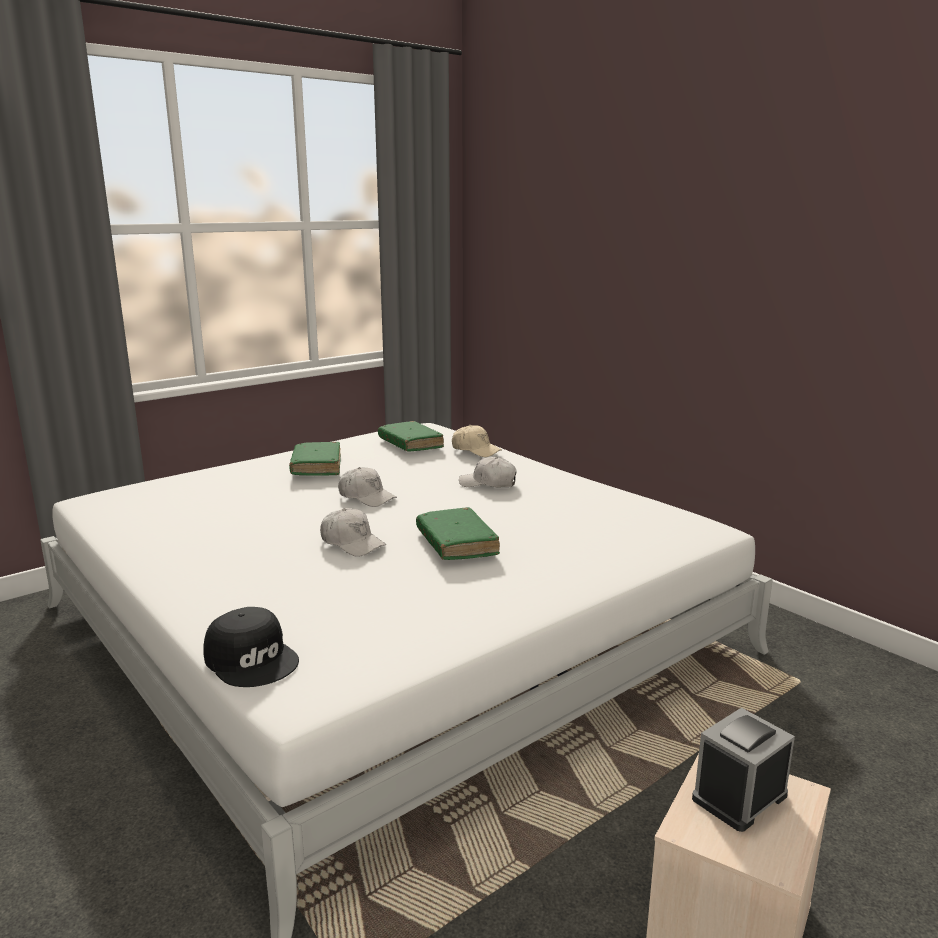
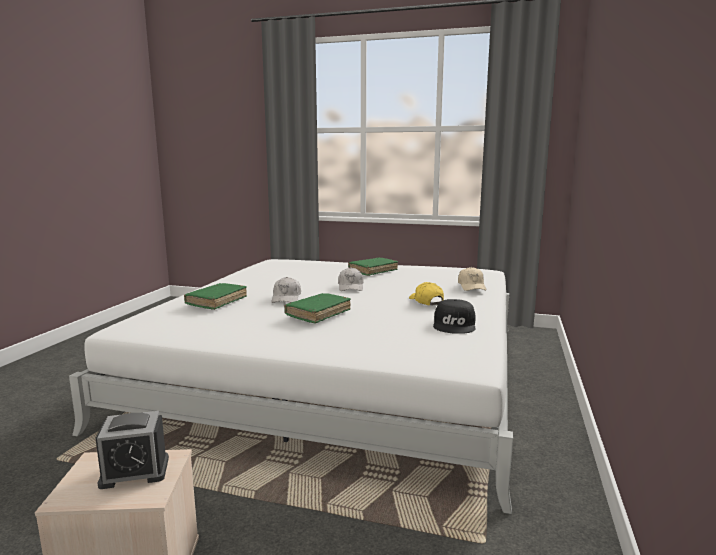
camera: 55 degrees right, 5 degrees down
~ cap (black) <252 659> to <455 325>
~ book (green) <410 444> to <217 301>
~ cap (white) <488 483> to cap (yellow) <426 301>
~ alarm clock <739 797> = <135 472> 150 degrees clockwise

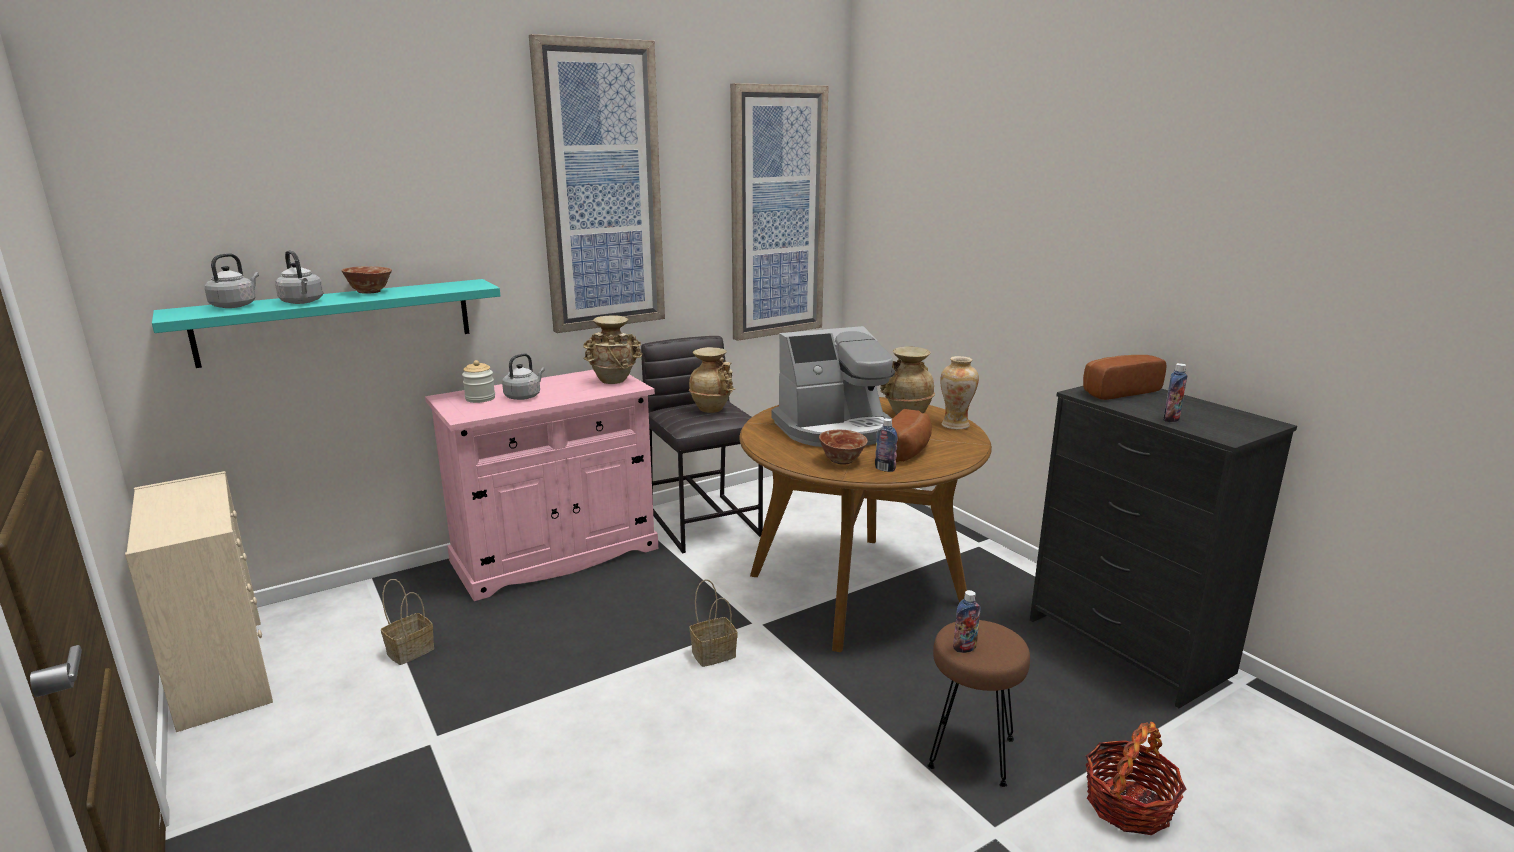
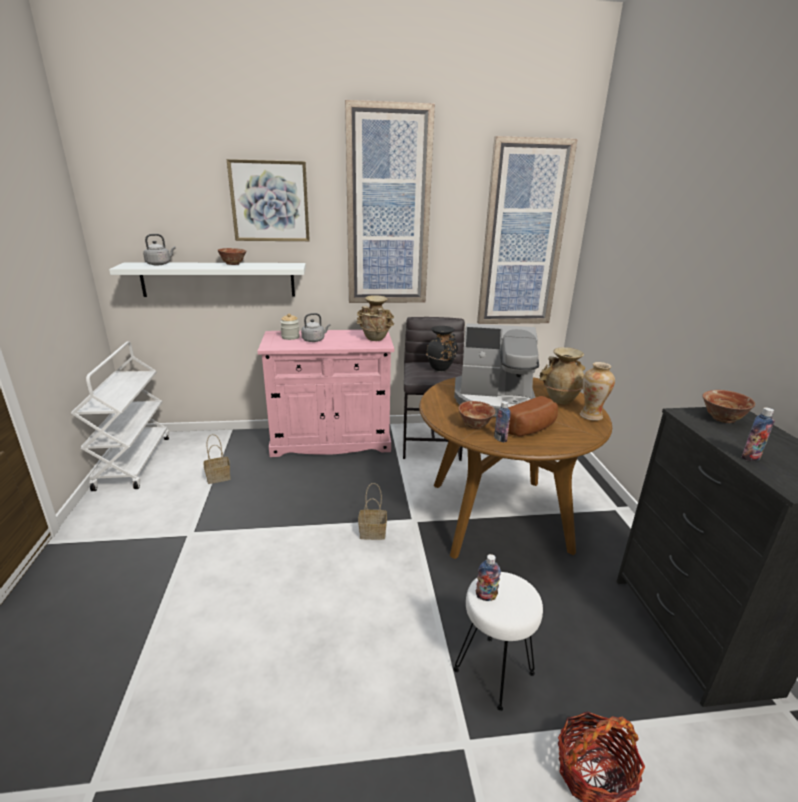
camera: 25 degrees right, 5 degrees up
~ dresser (beige) <222 671> to cart (white) <133 461>
~ shelf (turquoise) <337 321> to shelf (white) <218 279>
- kettle (grey) <303 302>
~ vase (beige) <712 408> to vase (black) <441 368>
~ stool (brown) <970 752> to stool (white) <493 670>
~ bread <1116 391> to bowl <722 419>
+ picture <270 201>

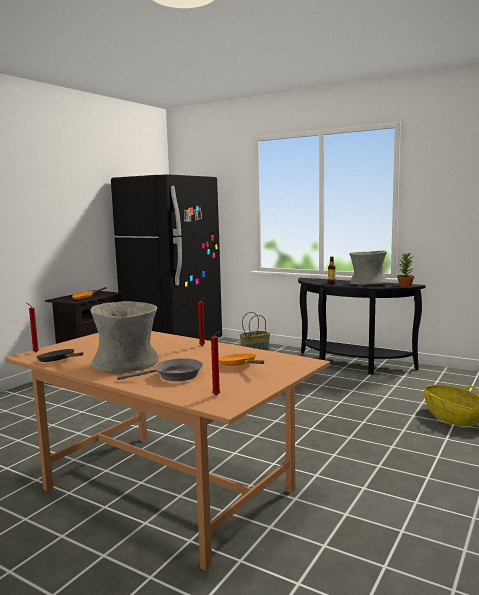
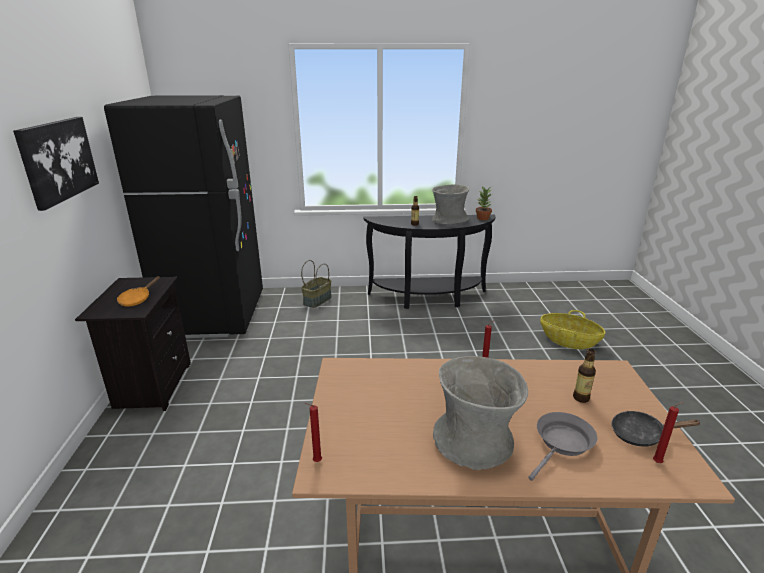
camera: 35 degrees left, 15 degrees up
~ frying pan (black) <59 361> to <641 434>
~ frying pan (orange) <239 366> to bottle <581 398>
+ picture <58 160>

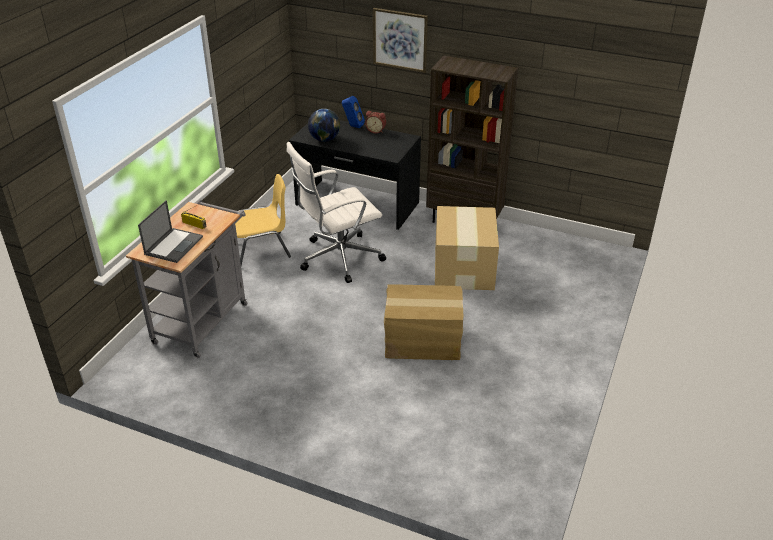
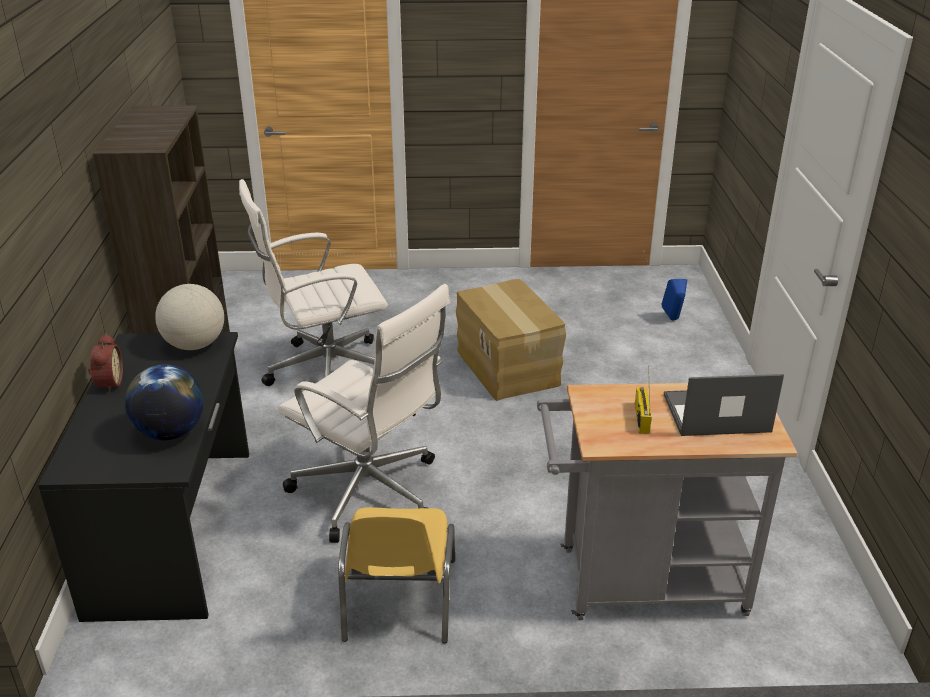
camera: 115 degrees left, 5 degrees down
~ chair (yellow) <261 249> = <398 601> 135 degrees counterclockwise
~ speaker (blue) <353 126> to <673 319>
- picture <400 39>
~ cardboard box <464 267> to office chair (white) <325 371>
+ globe <194 345>

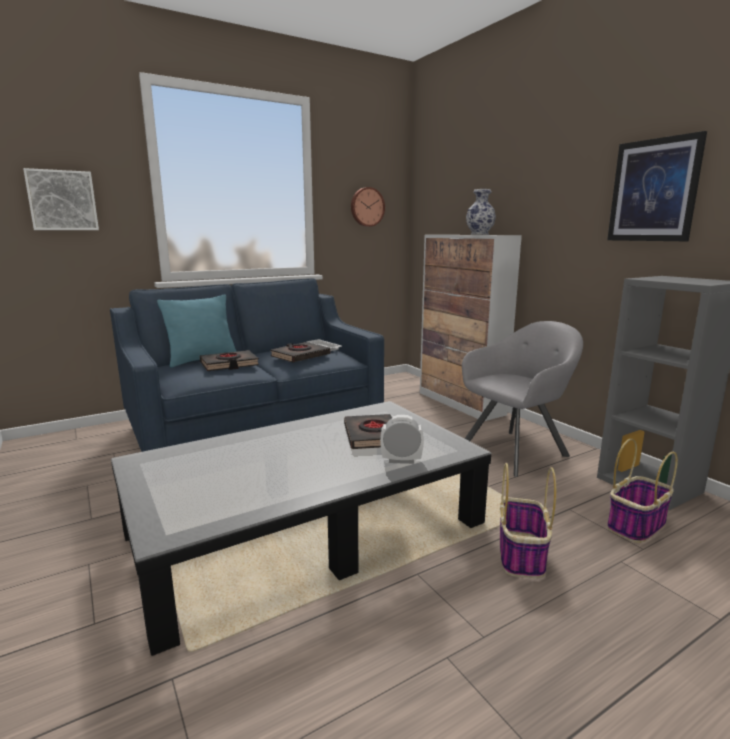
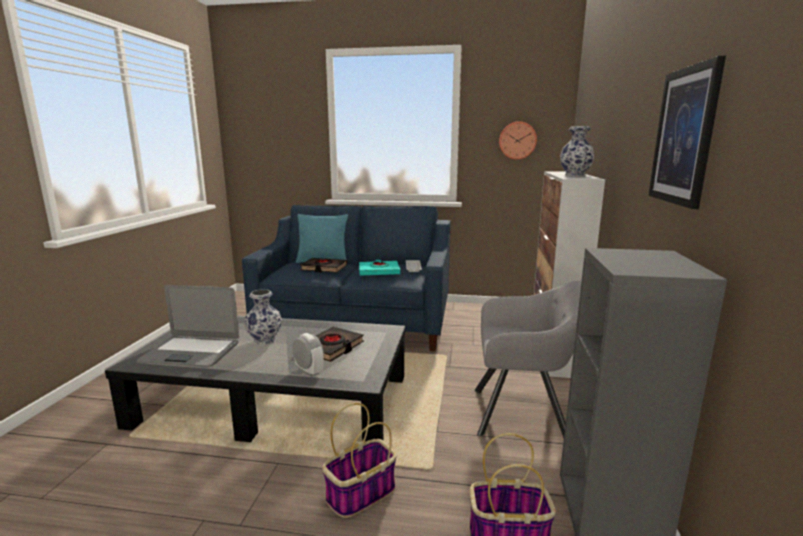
camera: 40 degrees right, 0 degrees up
- picture <62 200>
~ book (black) <300 356> to book (turquoise) <379 271>
+ laptop <191 352>
+ vase <265 340>

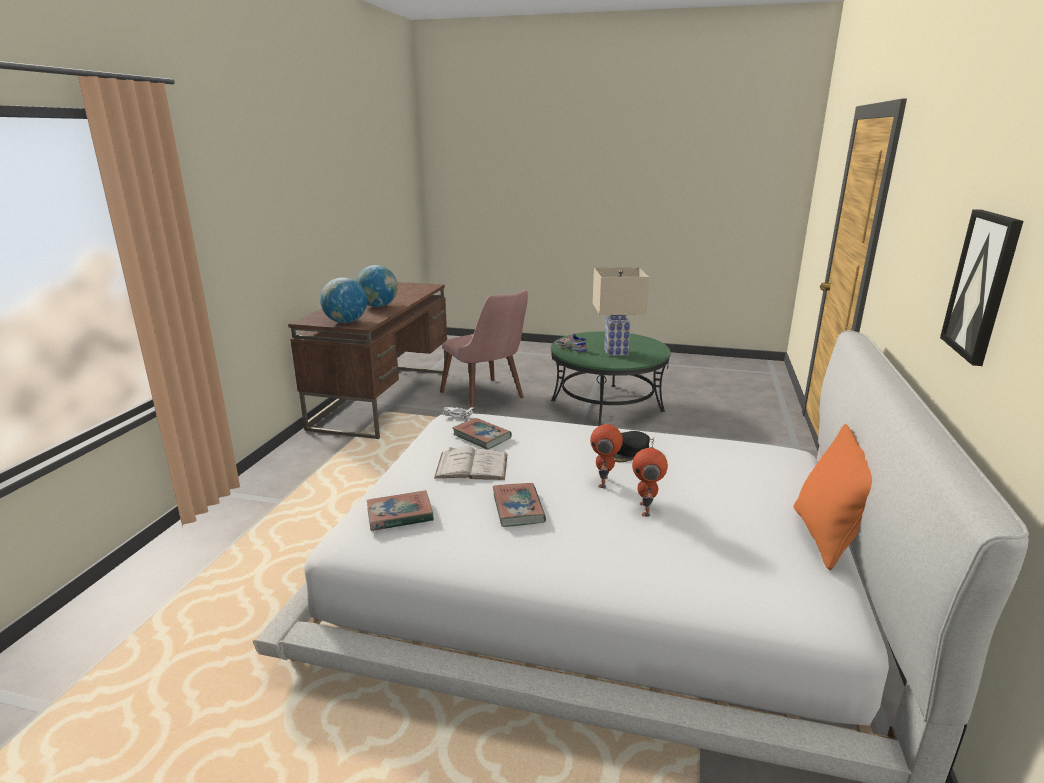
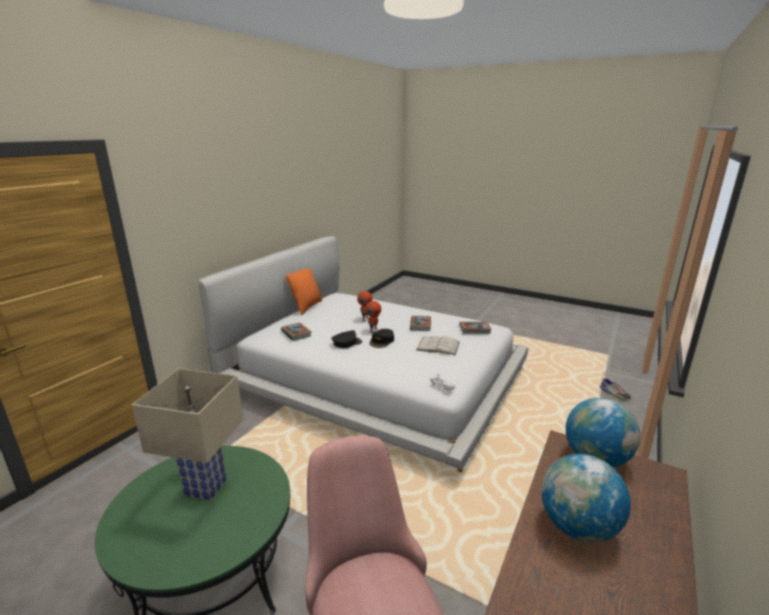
camera: 165 degrees left, 0 degrees up
~ book <481 436> to <296 333>
~ shoe <571 348> to <614 394>
- picture <982 285>
+ cap (black) <382 341>

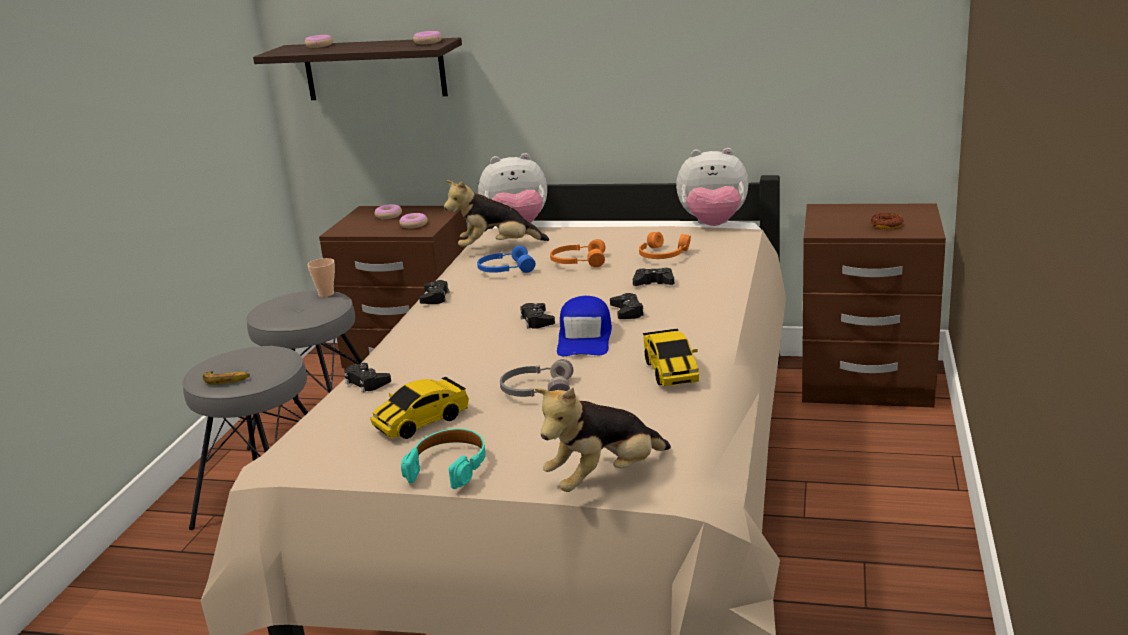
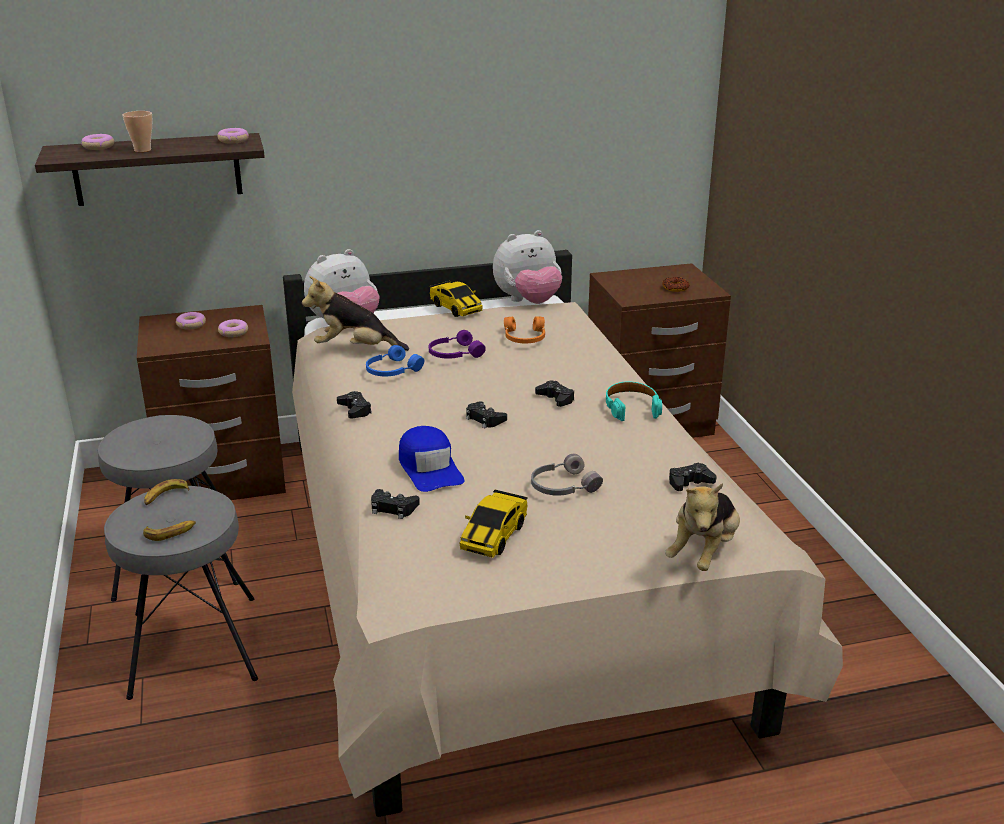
camera: 30 degrees left, 5 degrees up
~ cup <326 294> to <142 150>
~ headphones (turquoise) <449 466> to <631 407>
~ plush toy <496 248> = <355 349> 45 degrees clockwise
~ headphones (orange) <578 262> to headphones (purple) <454 354>
~ cap (blue) <585 338> to <429 468>
~ game controller (black) <654 283> to <689 482>
~ toy car <671 371> to <456 308>
+ banana <165 496>

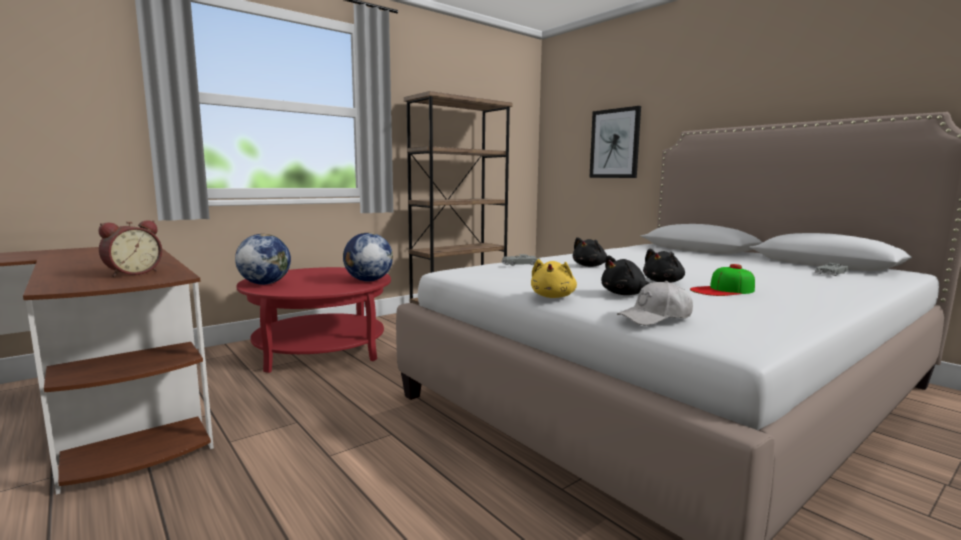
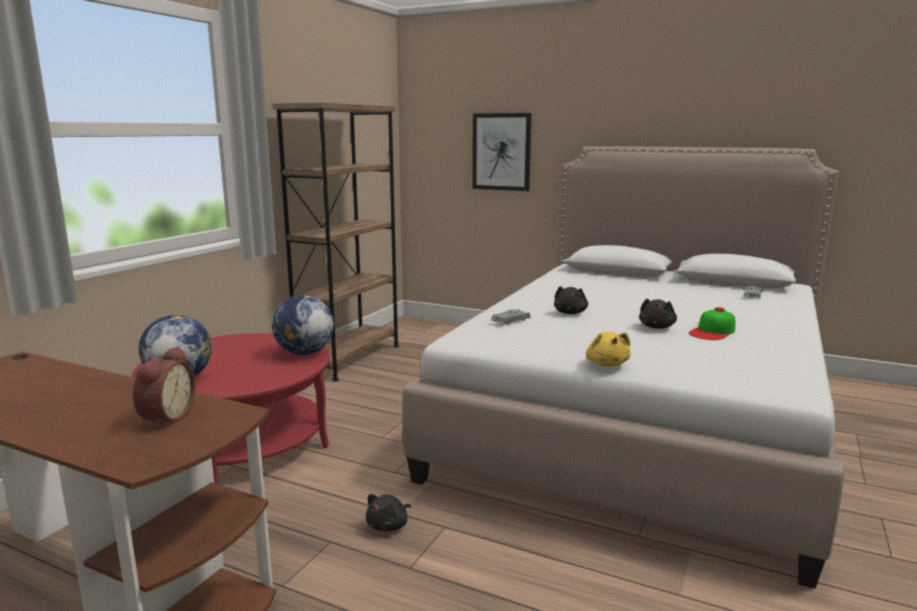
camera: 25 degrees left, 5 degrees up
~ plush toy (black) <625 294> to <389 525>
- cap (white) <655 317>

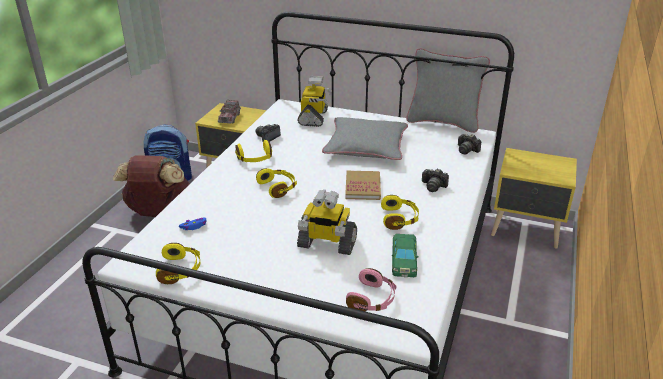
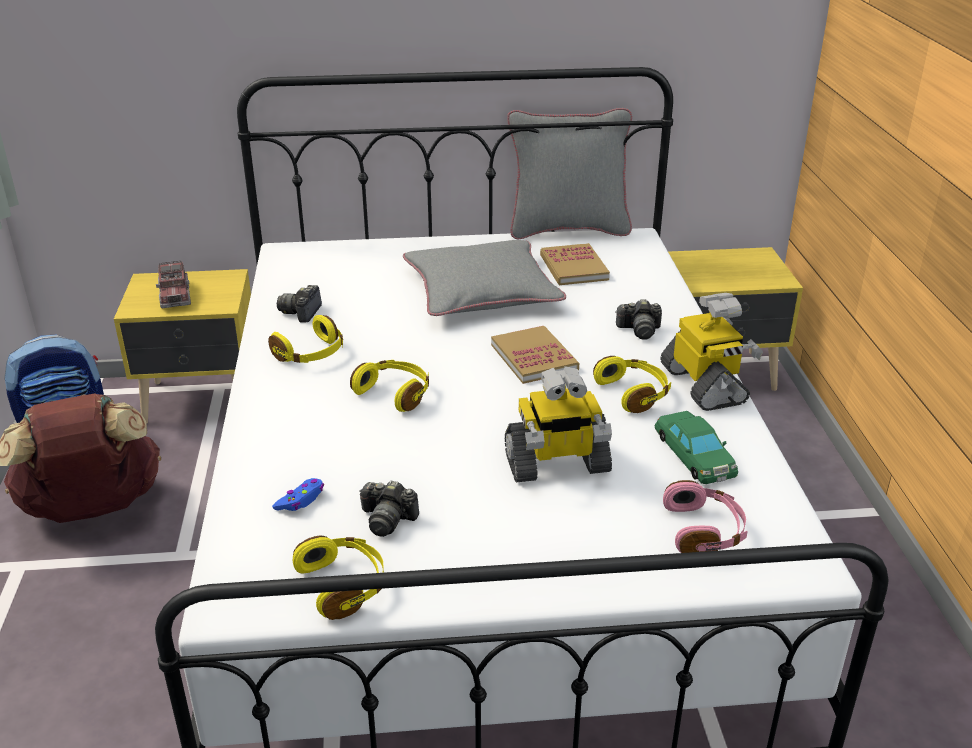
camera: 25 degrees left, 0 degrees up
~ toy robot <314 118> to <705 385>
~ photo camera <467 150> to <387 520>
+ book <573 267>

